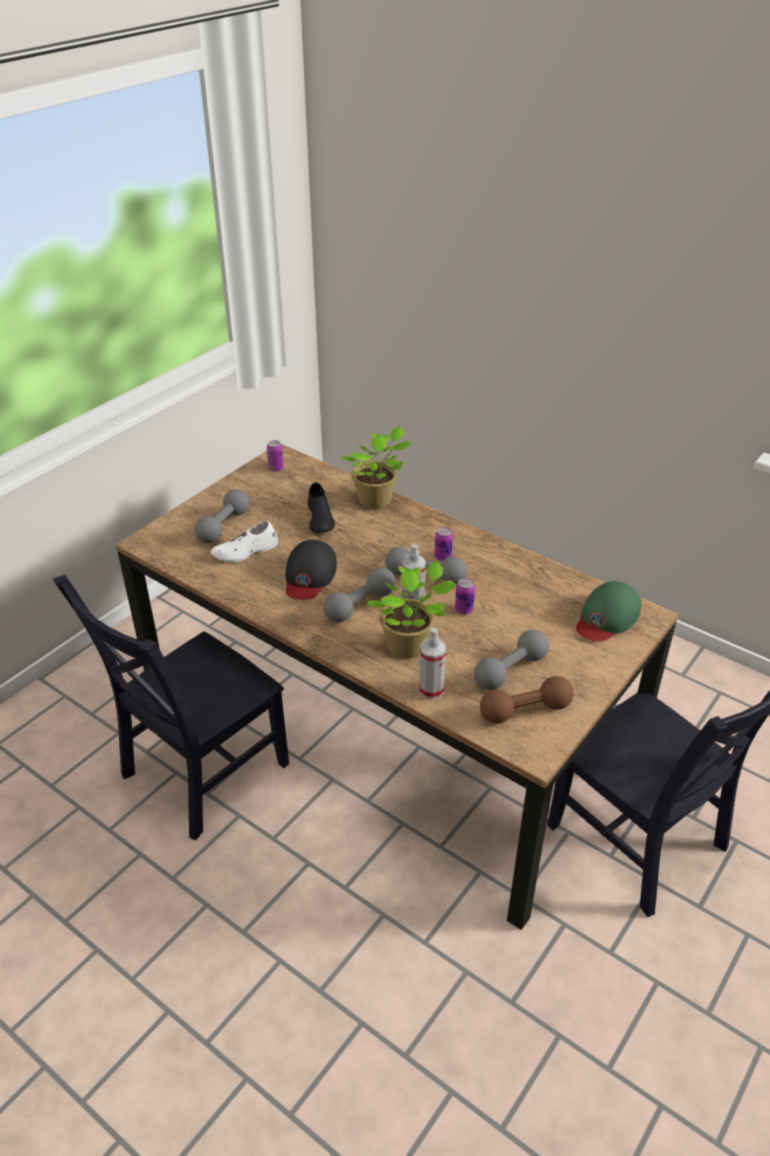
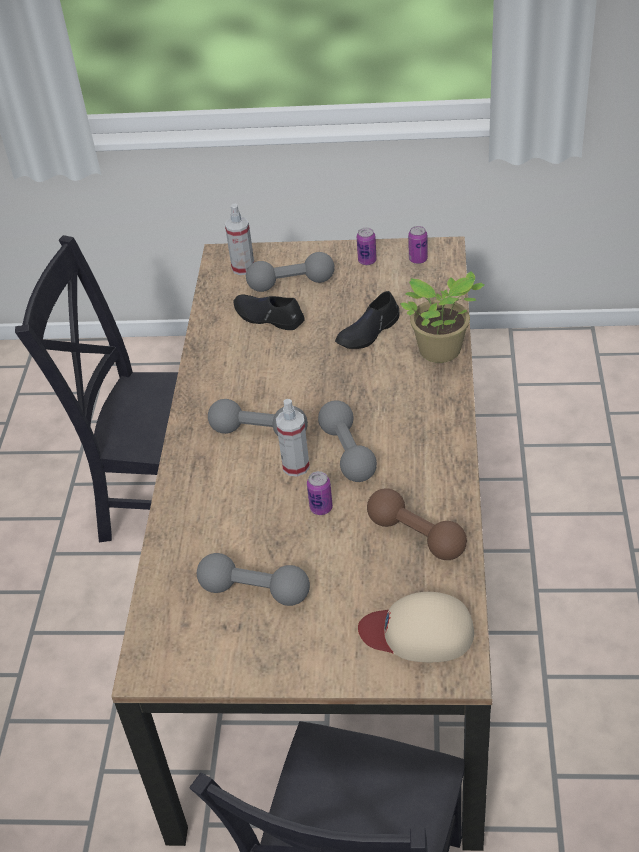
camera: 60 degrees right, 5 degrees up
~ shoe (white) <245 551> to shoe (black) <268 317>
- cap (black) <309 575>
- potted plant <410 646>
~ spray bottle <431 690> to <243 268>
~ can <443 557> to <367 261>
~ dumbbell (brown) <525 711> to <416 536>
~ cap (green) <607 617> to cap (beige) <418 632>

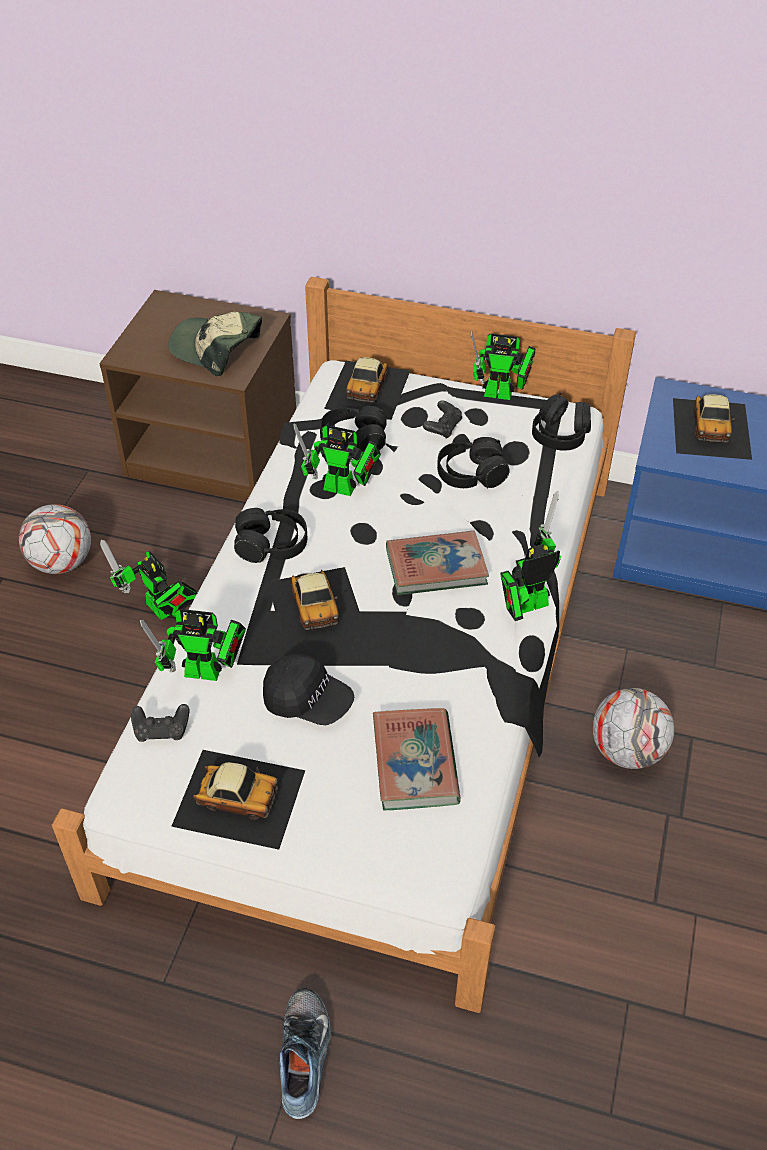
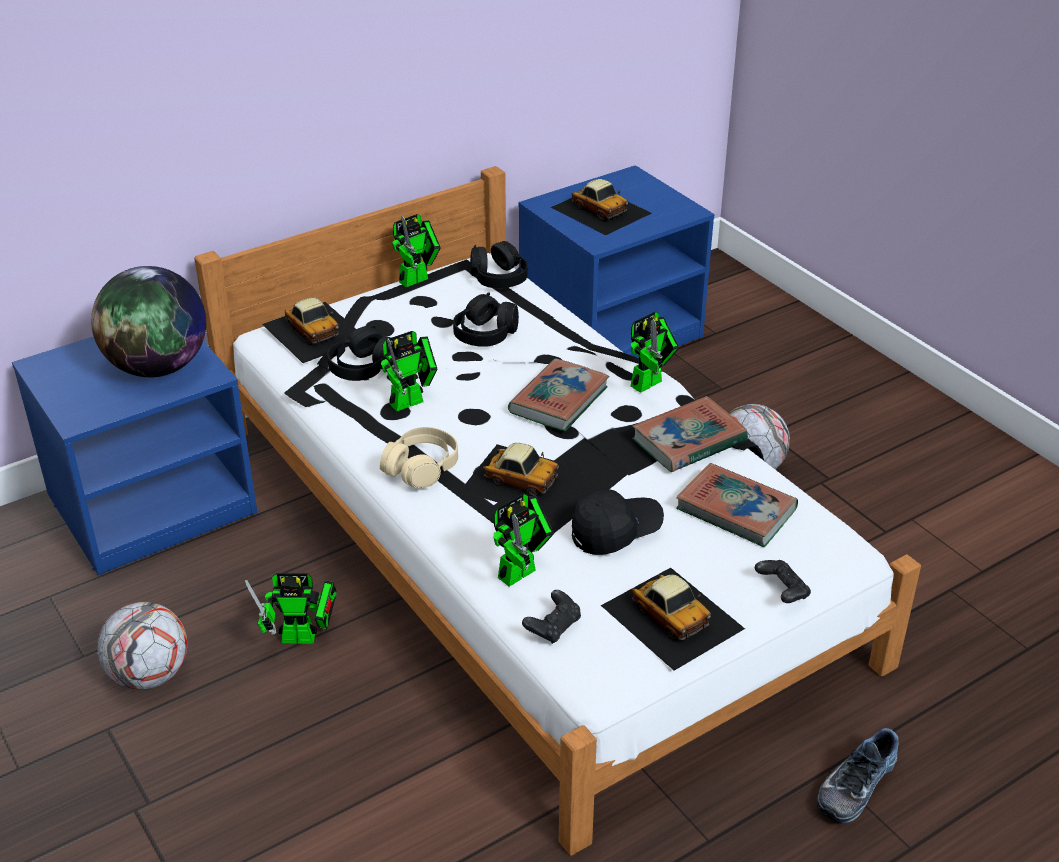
camera: 50 degrees left, 10 degrees down
~ nightstand (brown) <215 451> to nightstand (blue) <153 503>
~ cap <216 349> to globe <158 367>
~ toy car <239 797> = <672 616> 90 degrees clockwise
~ headphones (black) <272 544> to headphones (beige) <421 468>
~ shoe <306 1056> = <854 784> 90 degrees counterclockwise
~ game controller (black) <443 428> to <782 591>
~ toy robot <525 606> = <650 381> 150 degrees counterclockwise
+ book <689 440>

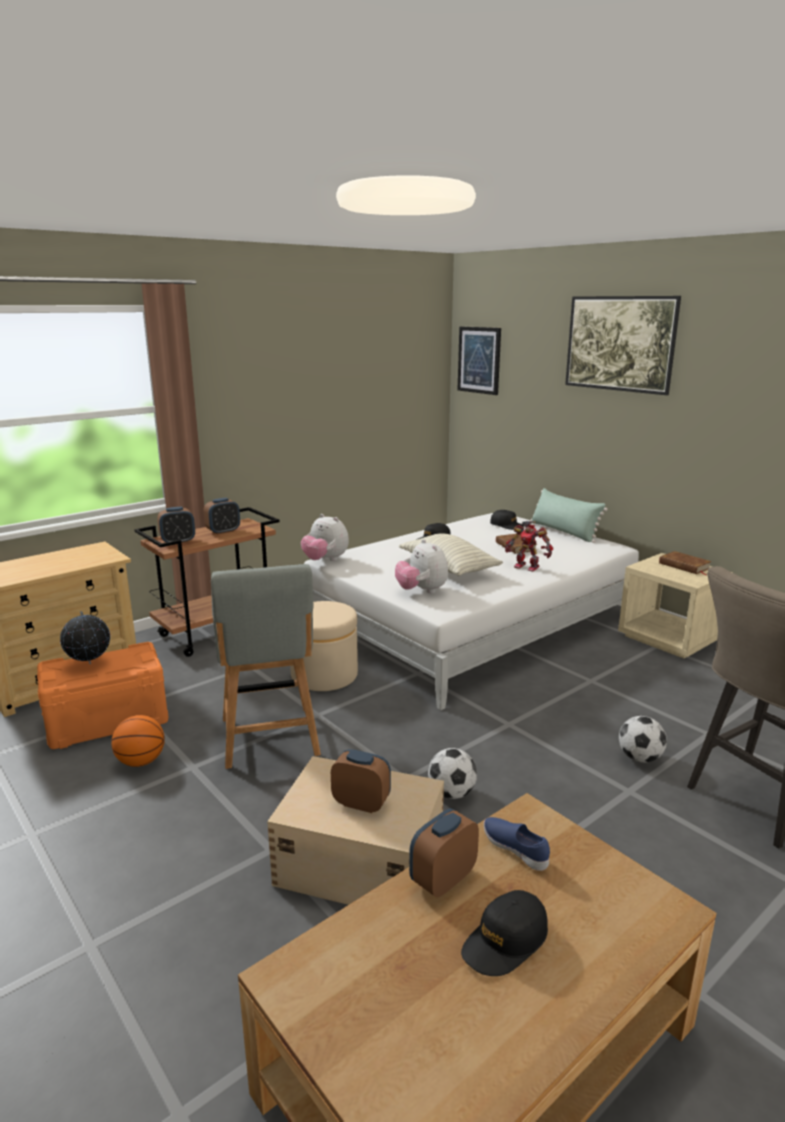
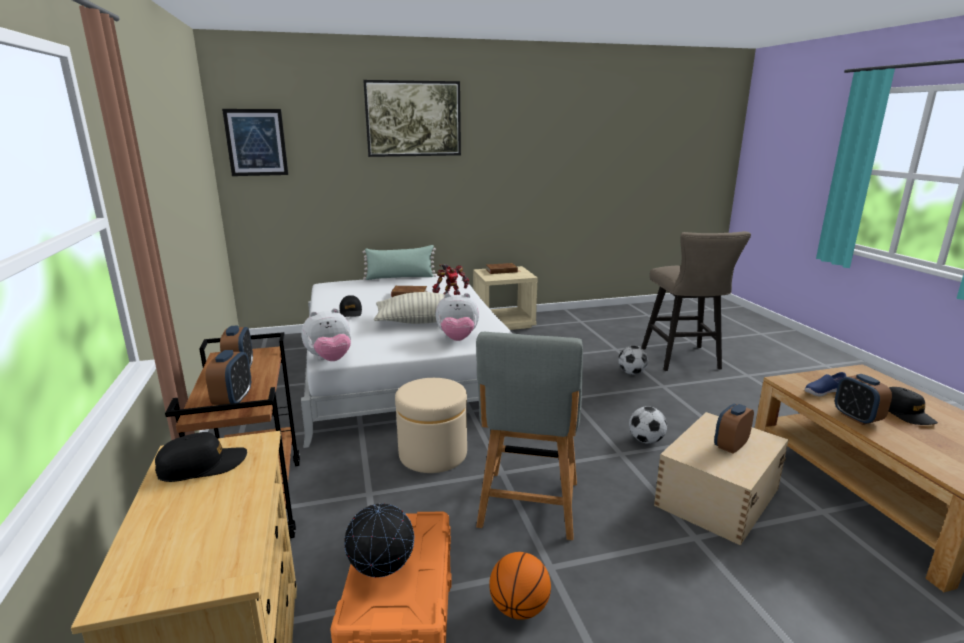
camera: 65 degrees left, 0 degrees up
~ chair (grey) <270 740> = <528 508> 90 degrees clockwise
~ cap (black) <507 525> to <202 466>

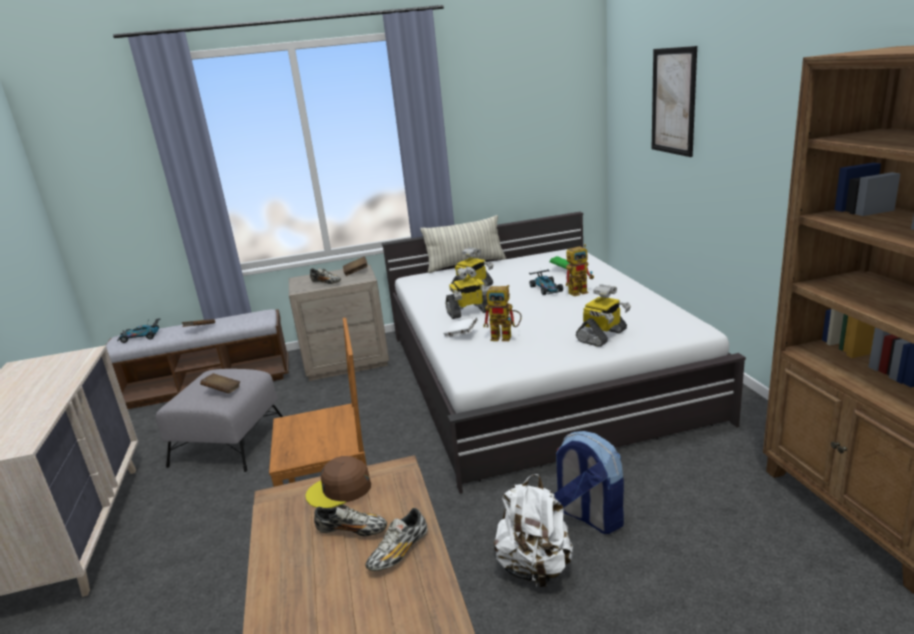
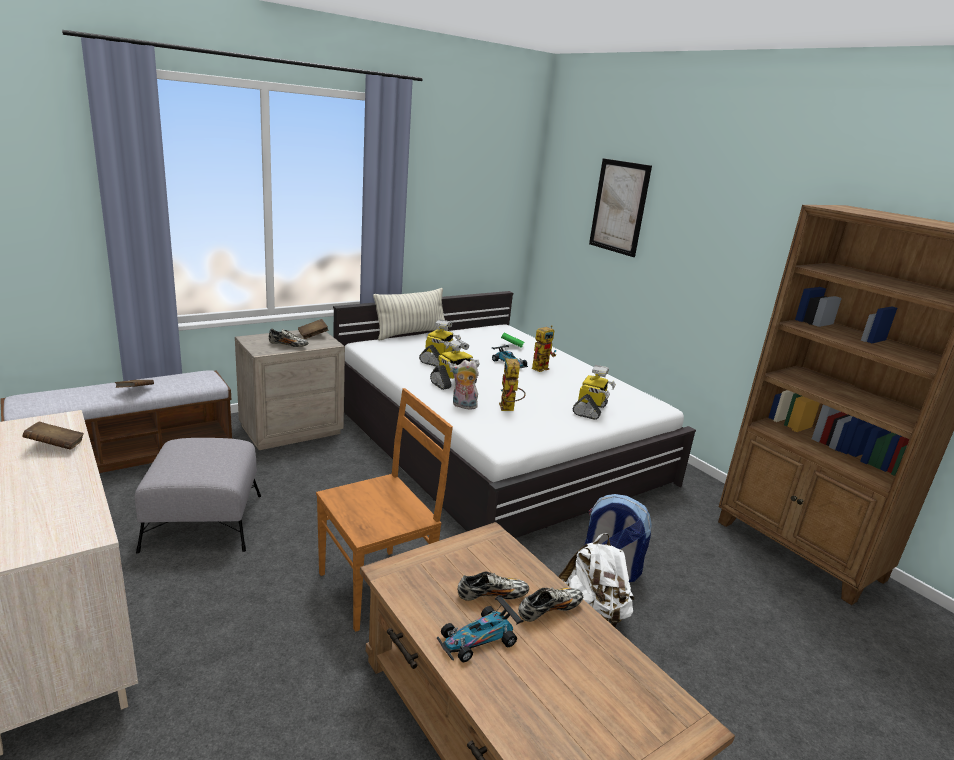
camera: 25 degrees left, 0 degrees up
~ toy car <141 337> to <478 639>
~ book (brown) <222 391> to <56 446>
- cap (brown) <340 489>
~ shoe <399 552> = <549 610> 135 degrees counterclockwise
~ book (white) <461 335> to plush toy <463 406>
~ toy robot <506 337> = <509 409> 90 degrees clockwise

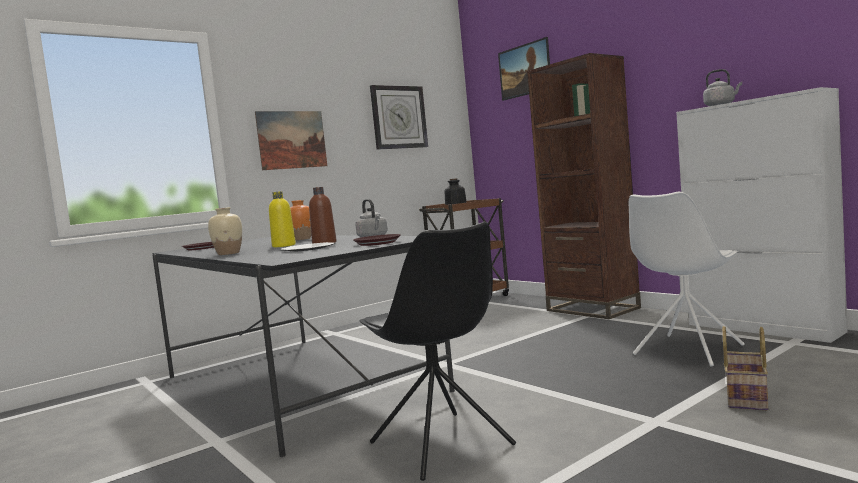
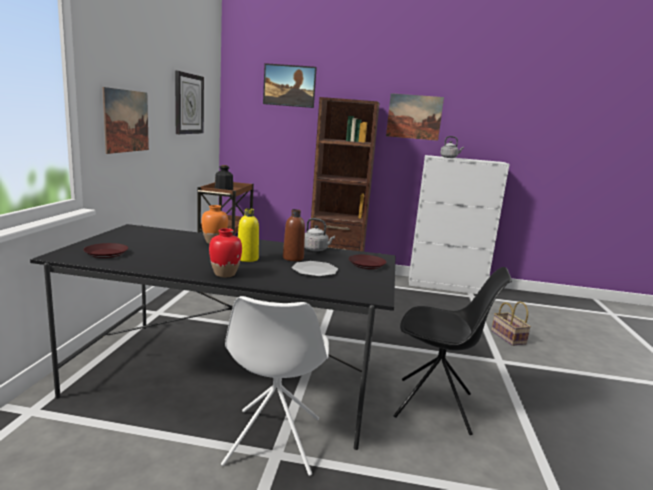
camera: 45 degrees left, 10 degrees up
~ vase (beige) <228 253> to vase (red) <225 274>
~ chair (white) <687 350> to <273 442>
+ picture <414 117>

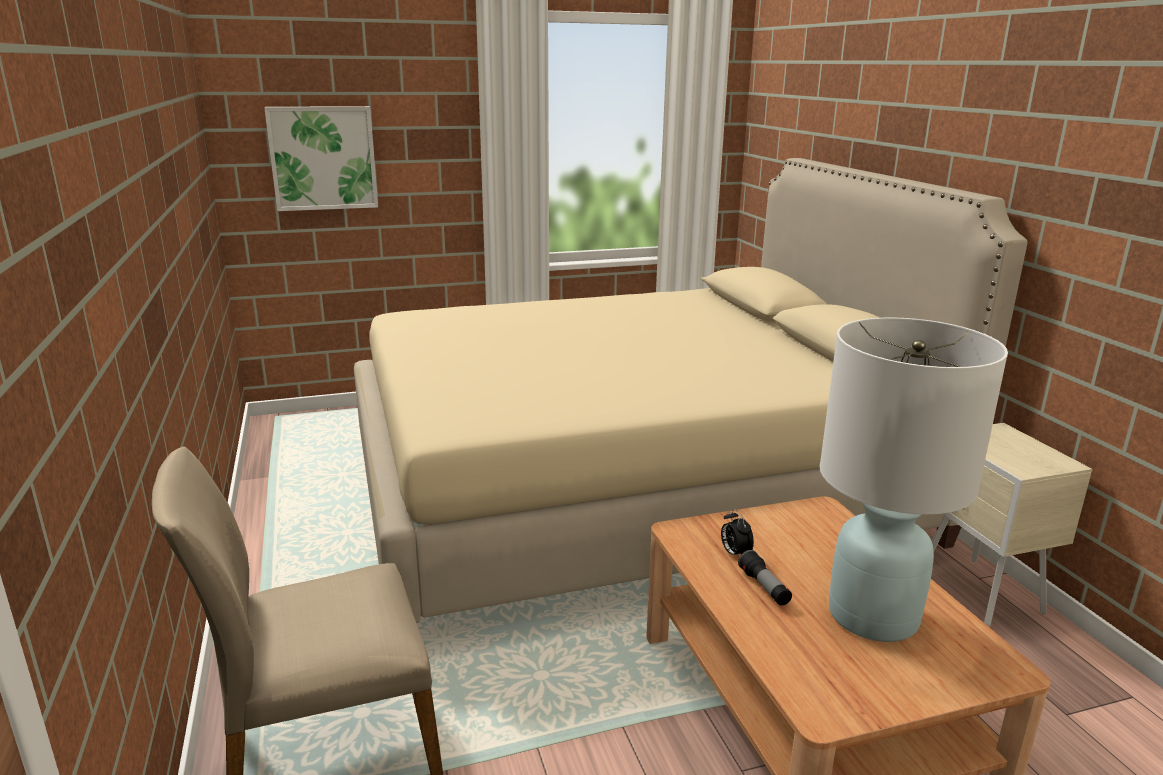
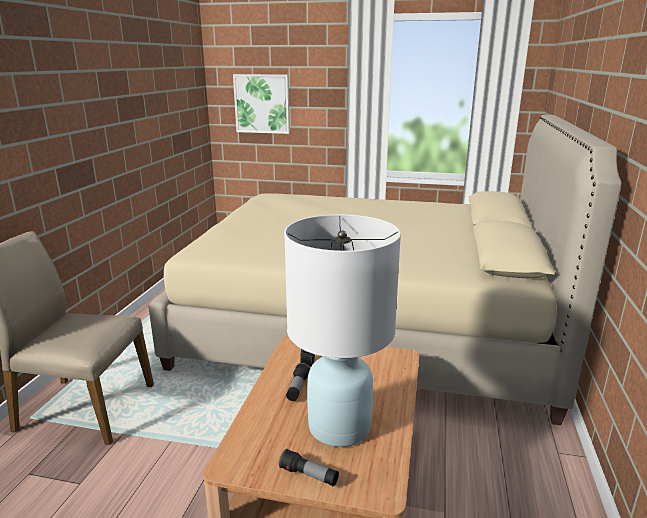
camera: 30 degrees right, 0 degrees up
- nightstand (beige) <980 593>
+ flashlight <309 475>

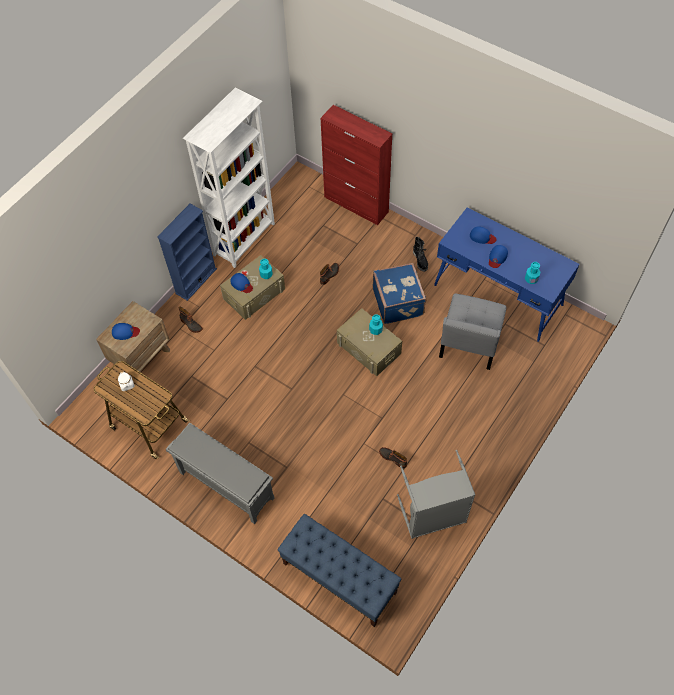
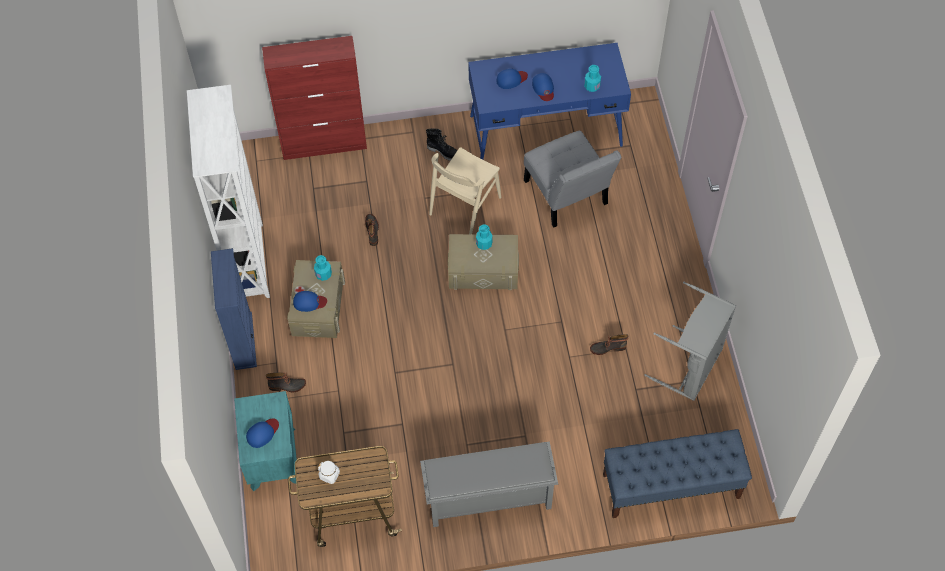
camera: 45 degrees left, 0 degrees up
~ nightstand (brown) <141 357> to nightstand (turquoise) <272 457>
~ suitcase (blue) <398 302> to chair (beige) <465 206>

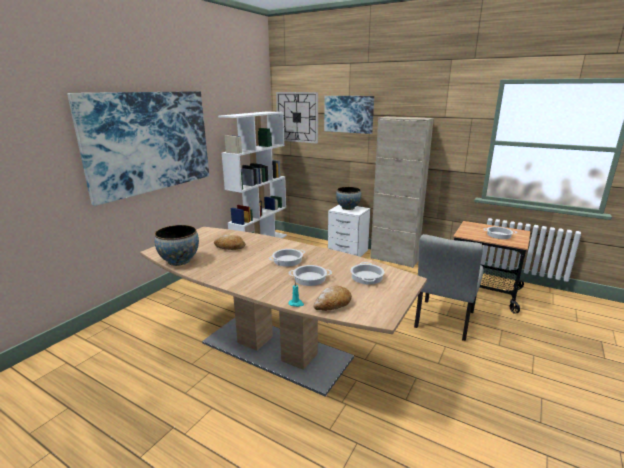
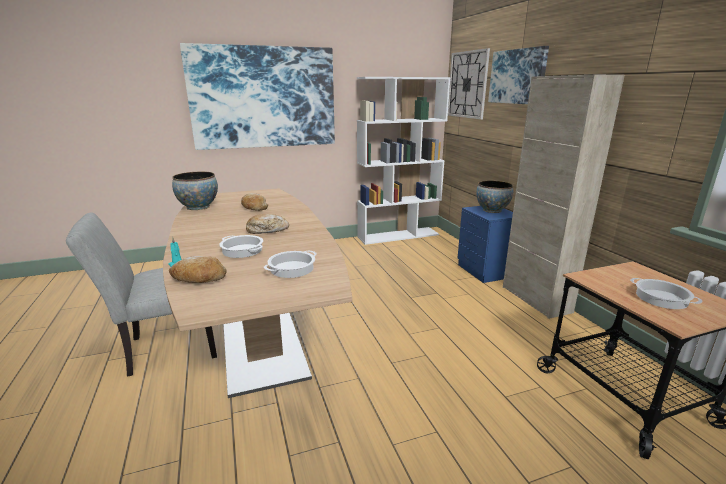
camera: 40 degrees right, 0 degrees up
~ cooking pot <287 260> to bread <267 230>
~ nightstand (white) <348 252> to nightstand (blue) <485 271>
~ chair (grey) <442 322> to <165 349>

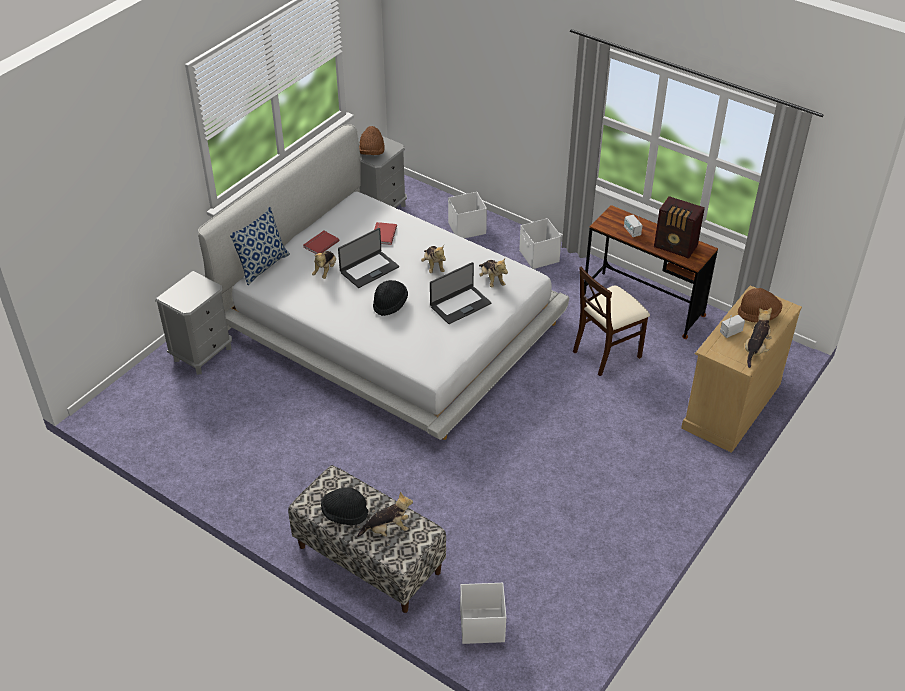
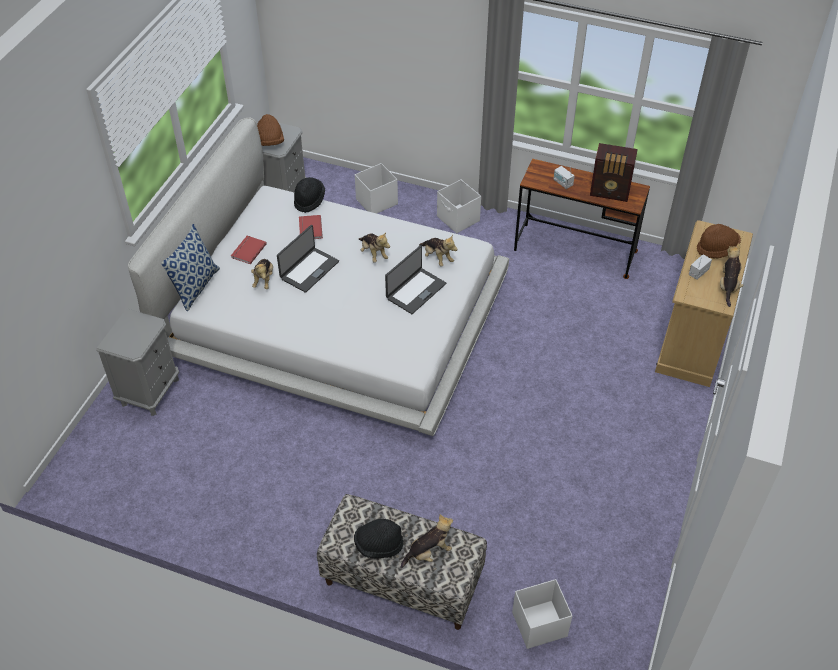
camera: 15 degrees left, 5 degrees up
~ hat (black) <390 304> to <309 200>
- chair (beige) <606 352>

